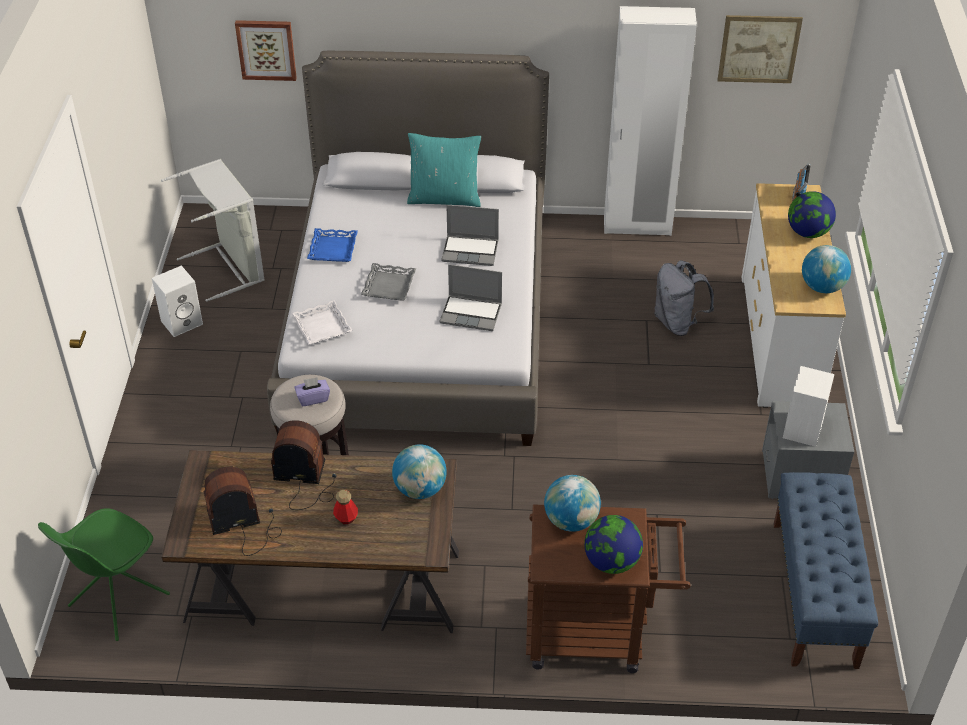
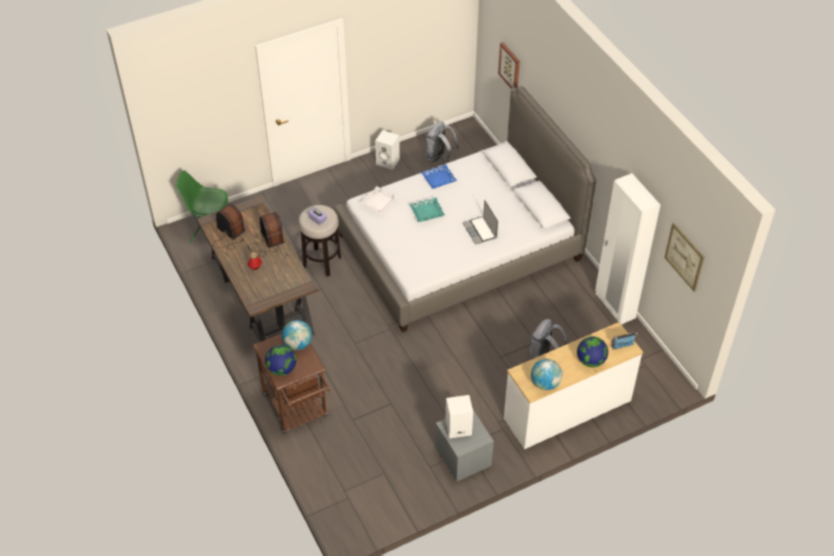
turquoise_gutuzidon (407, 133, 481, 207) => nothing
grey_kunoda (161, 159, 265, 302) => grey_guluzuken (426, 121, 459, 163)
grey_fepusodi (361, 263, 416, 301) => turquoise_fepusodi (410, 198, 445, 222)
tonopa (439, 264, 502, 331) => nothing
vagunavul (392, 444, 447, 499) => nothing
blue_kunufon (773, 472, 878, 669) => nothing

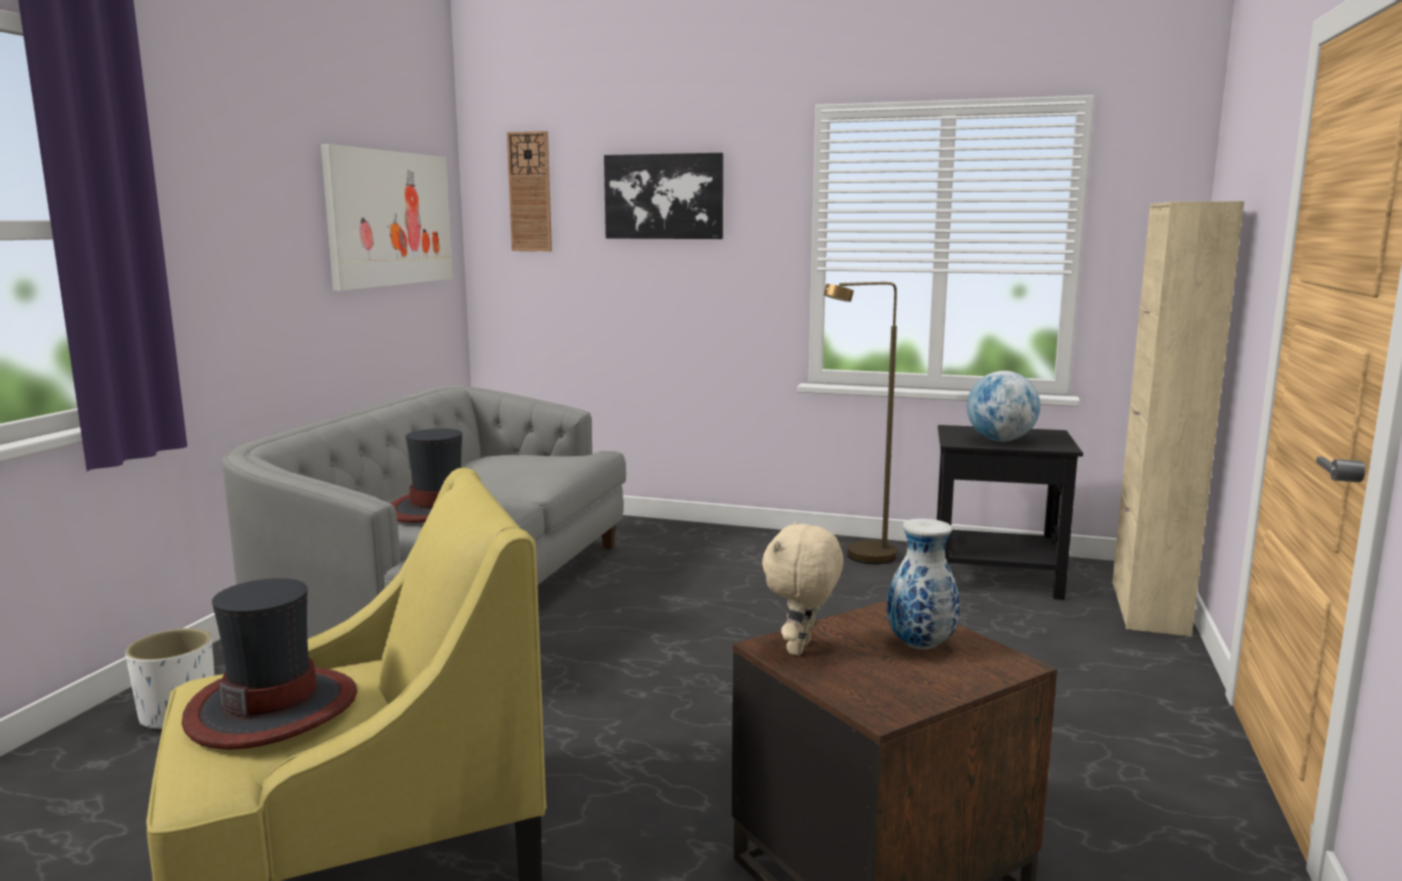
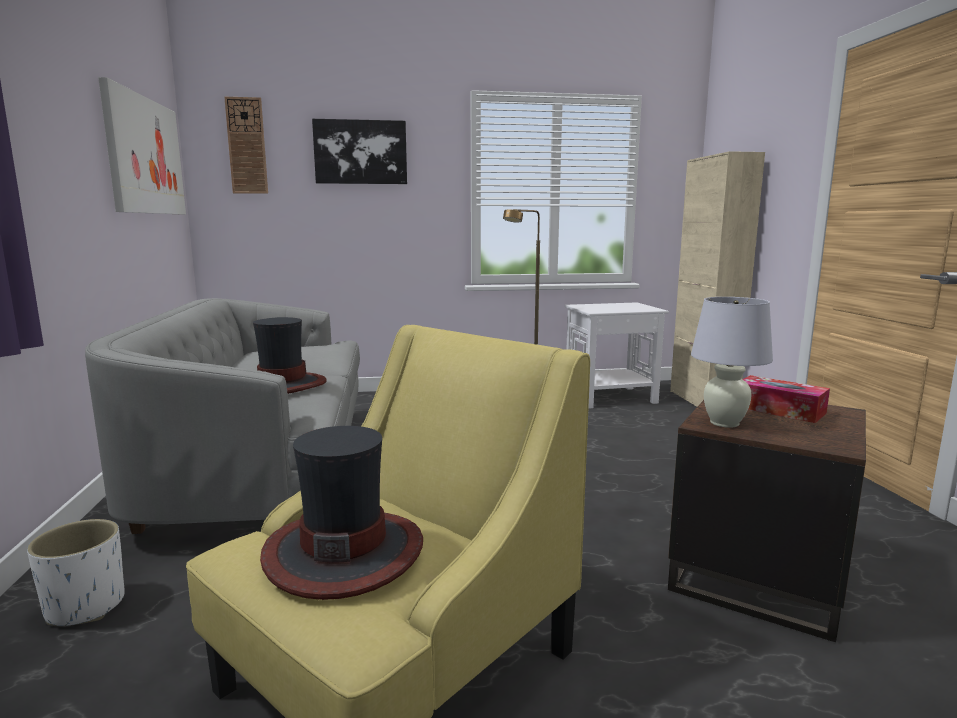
vagunavul (967, 371, 1040, 441) => nothing
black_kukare (937, 425, 1083, 600) => white_kukare (565, 302, 669, 409)
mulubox (887, 518, 960, 649) => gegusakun (743, 375, 830, 423)
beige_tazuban (762, 521, 844, 656) => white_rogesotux (691, 297, 773, 428)

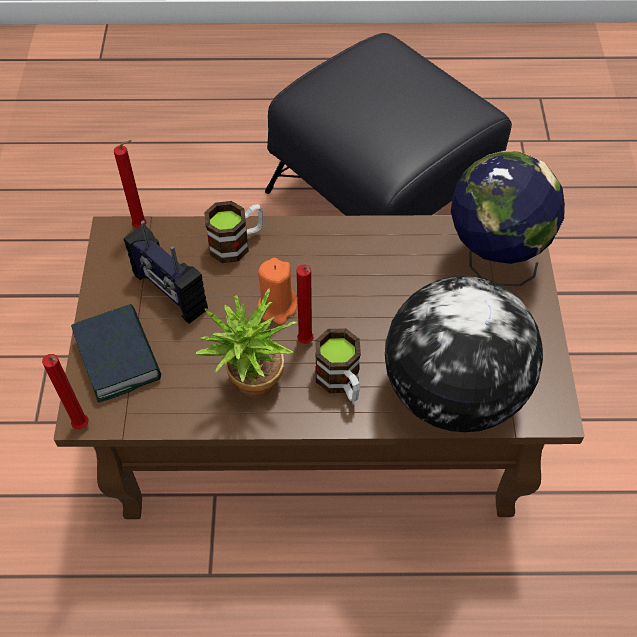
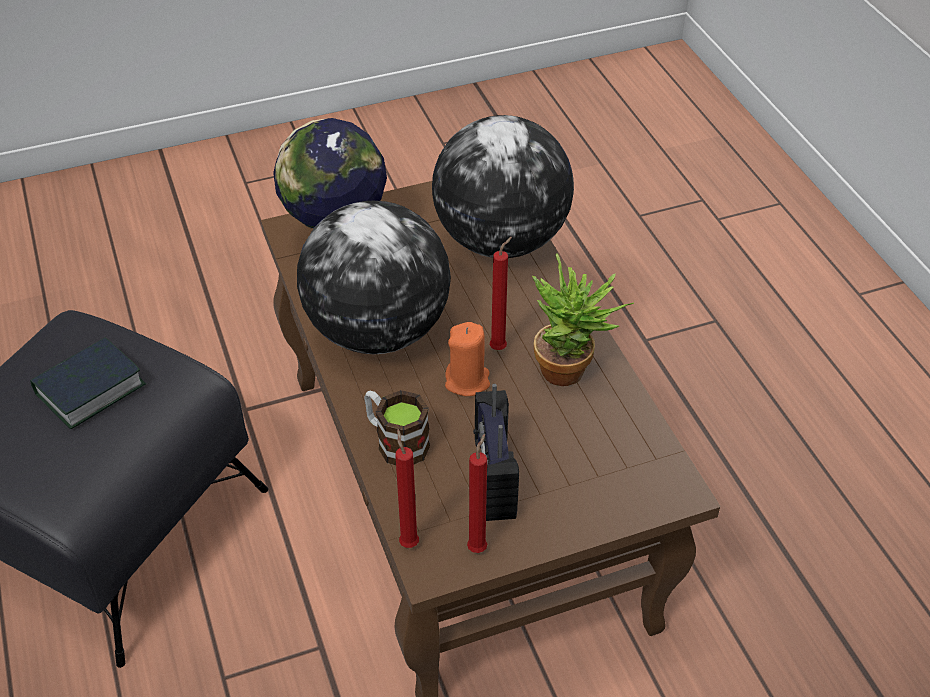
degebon (124, 221, 208, 324) => degebon (473, 384, 519, 521), 150 degrees clockwise
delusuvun (71, 304, 161, 403) => delusuvun (30, 337, 146, 429), move
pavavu (315, 328, 361, 402) => nothing
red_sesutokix (42, 354, 89, 429) => red_sesutokix (467, 434, 487, 553), move
nothing => vagunavul (297, 201, 451, 354)

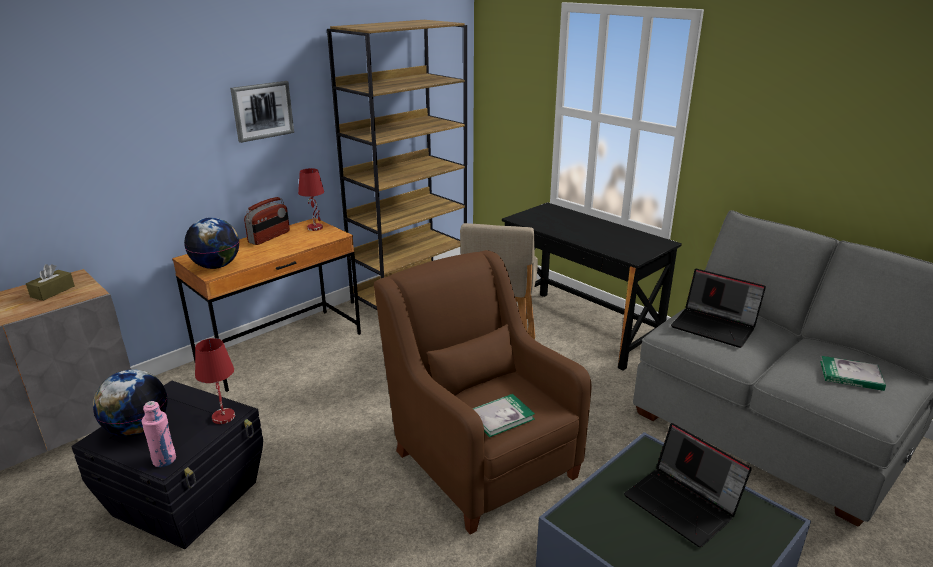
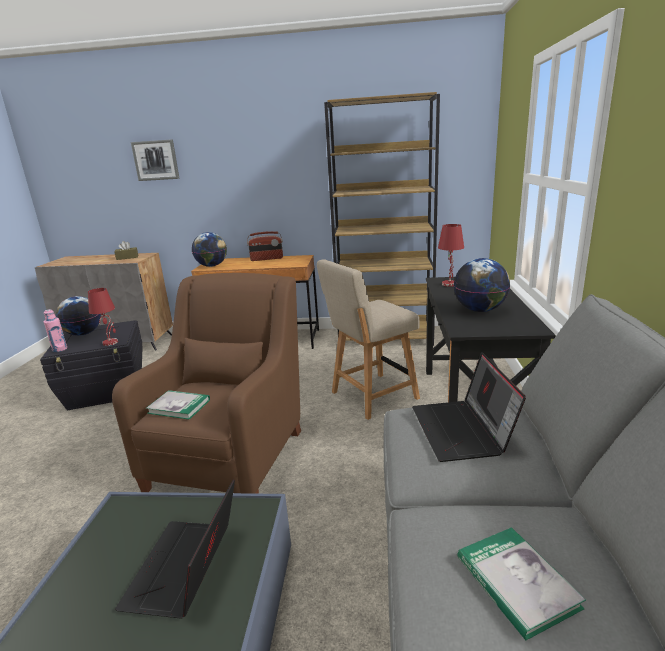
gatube (230, 81, 294, 143) => gatube (131, 139, 180, 181), move
red_rogesotux (298, 168, 324, 231) => red_rogesotux (438, 224, 464, 287), move
nothing => vagunavul (453, 258, 510, 312)

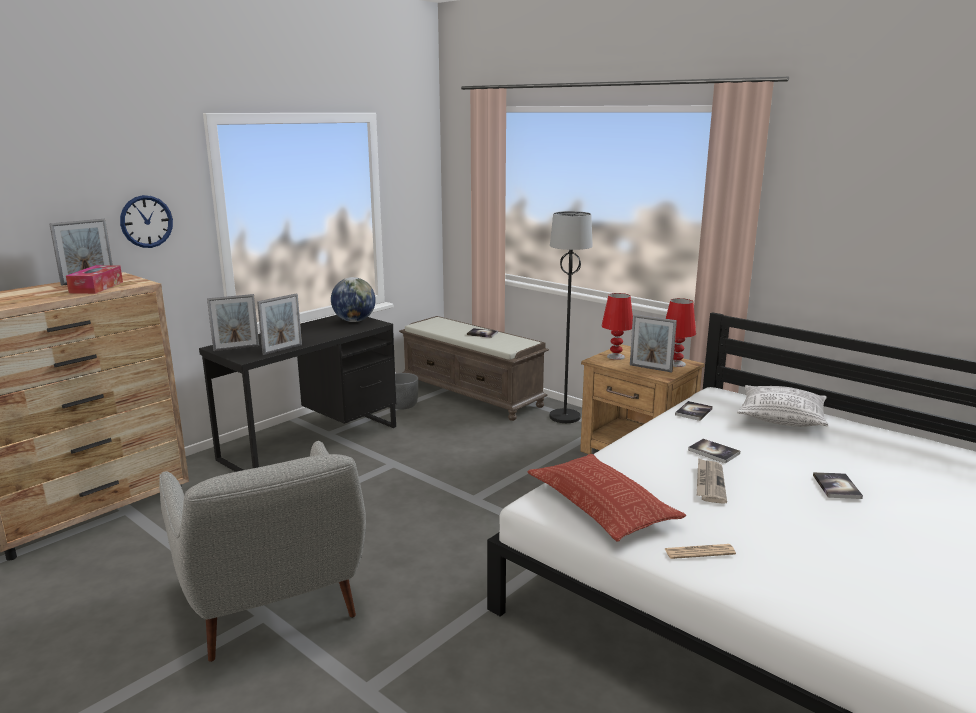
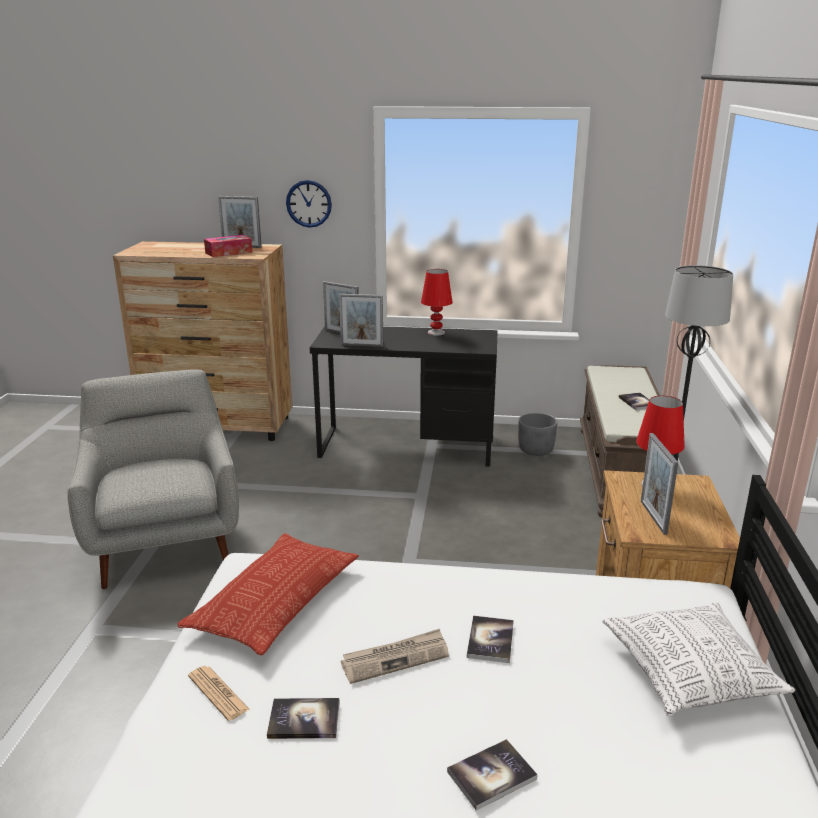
vagunavul (331, 277, 376, 322) => nothing
red_rogesotux (666, 298, 696, 367) => red_rogesotux (421, 269, 453, 336), move
delusuvun (675, 401, 713, 421) => delusuvun (267, 698, 340, 739), move
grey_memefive (159, 441, 366, 662) => grey_memefive (68, 370, 239, 589), 135 degrees clockwise

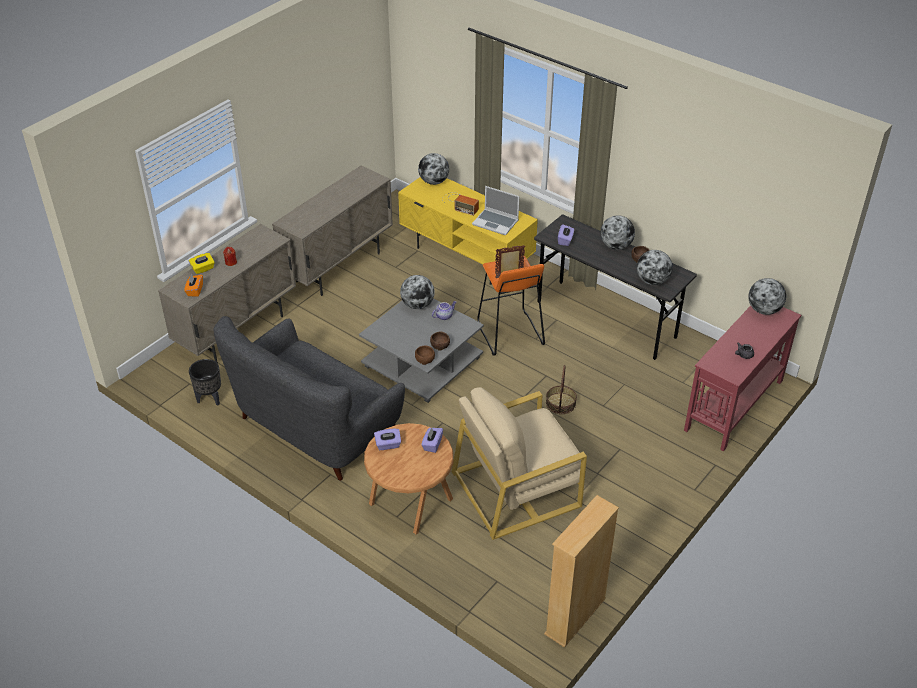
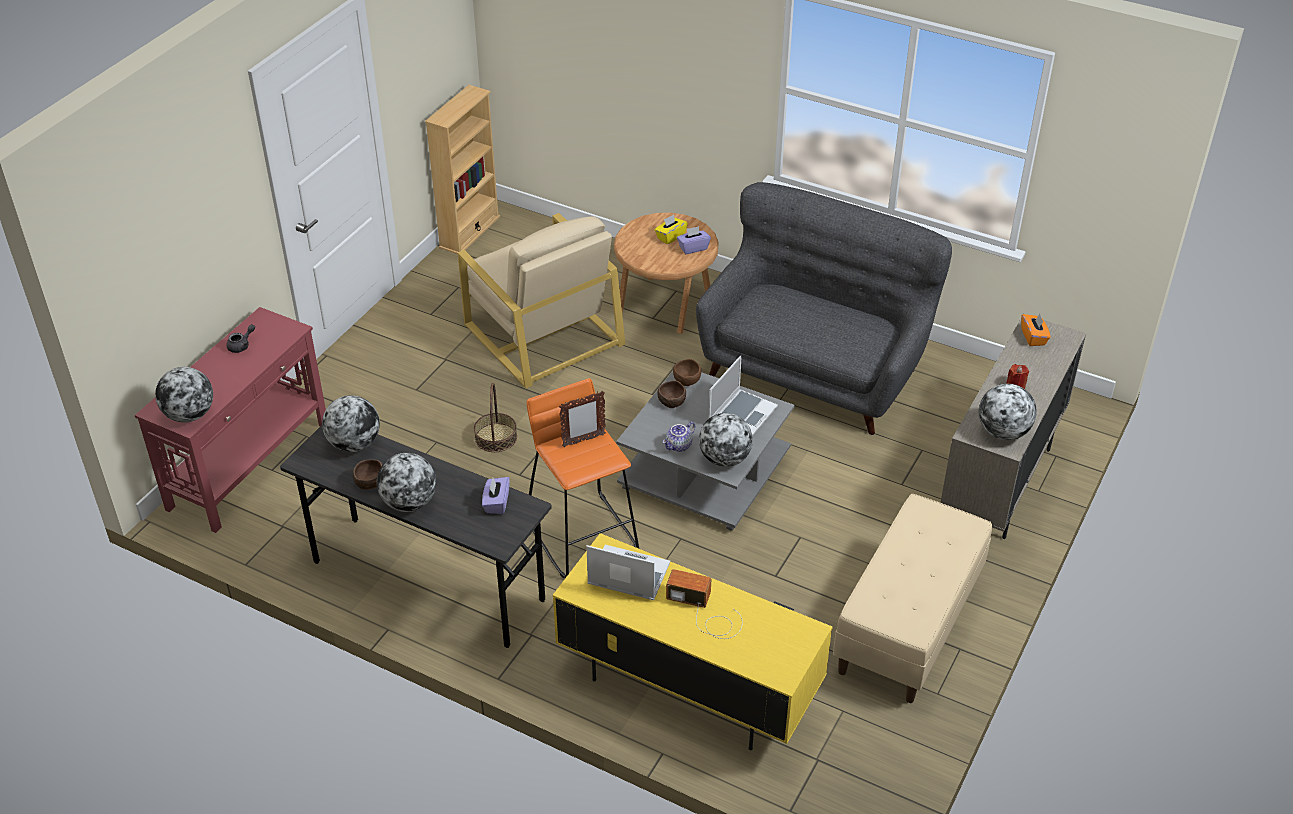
vagunavul (418, 153, 449, 185) => vagunavul (979, 384, 1037, 440), move
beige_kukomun (272, 165, 393, 296) => beige_kunufon (833, 494, 992, 703)
yellow_gegusakun (189, 253, 215, 274) => yellow_gegusakun (654, 215, 688, 244), move
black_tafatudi (189, 359, 221, 406) => nothing
beige_memefive (451, 387, 587, 540) => beige_memefive (458, 213, 626, 388), 90 degrees clockwise
purple_gegusakun (421, 427, 443, 453) => nothing
nothing => tonopa (708, 355, 778, 436)

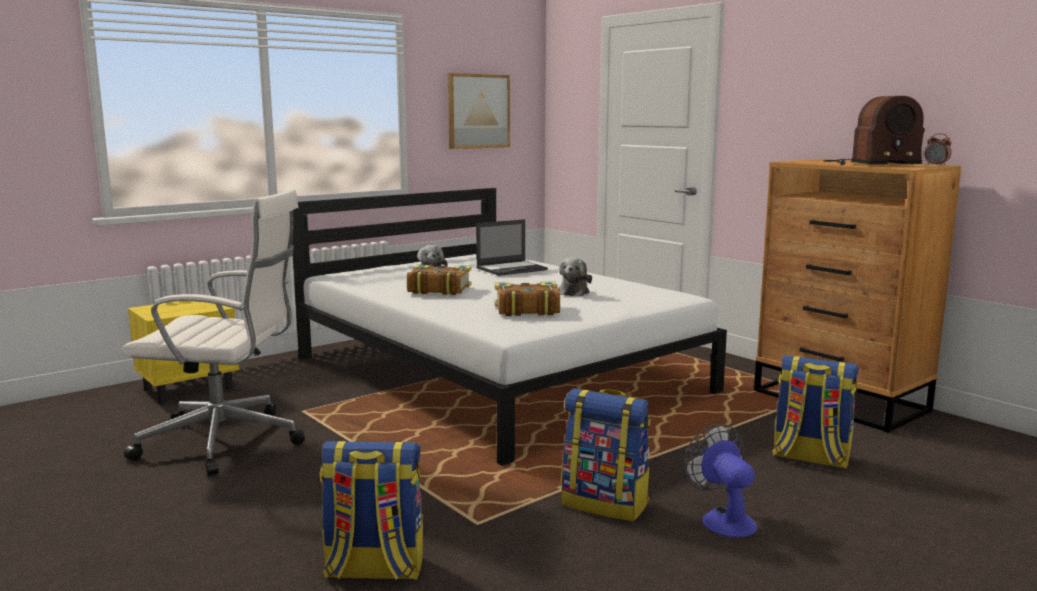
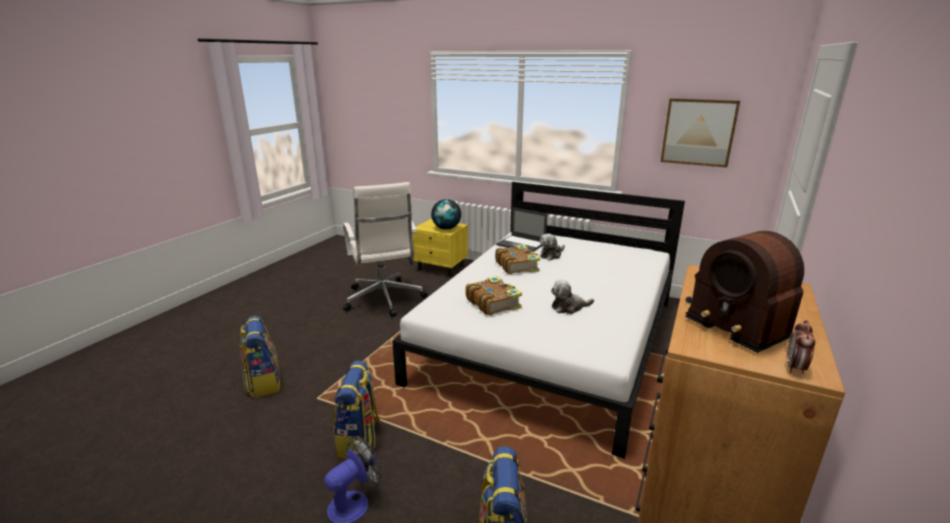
tonopa (476, 219, 548, 276) => tonopa (496, 207, 548, 252), move
nothing => vagunavul (431, 199, 461, 230)

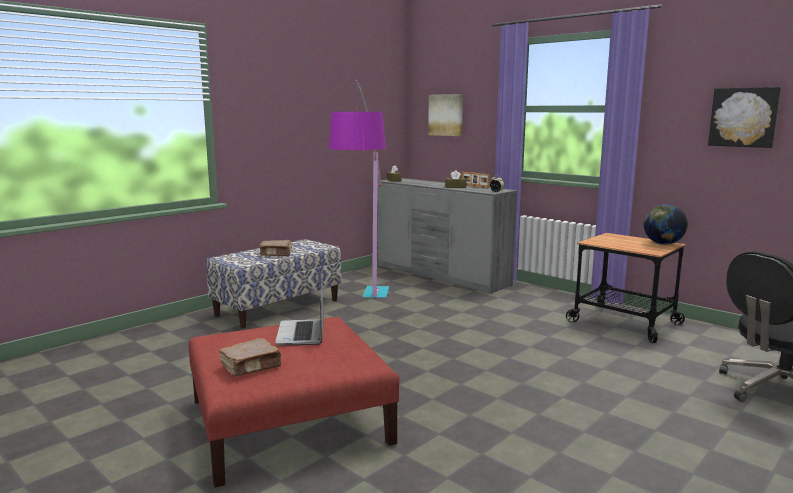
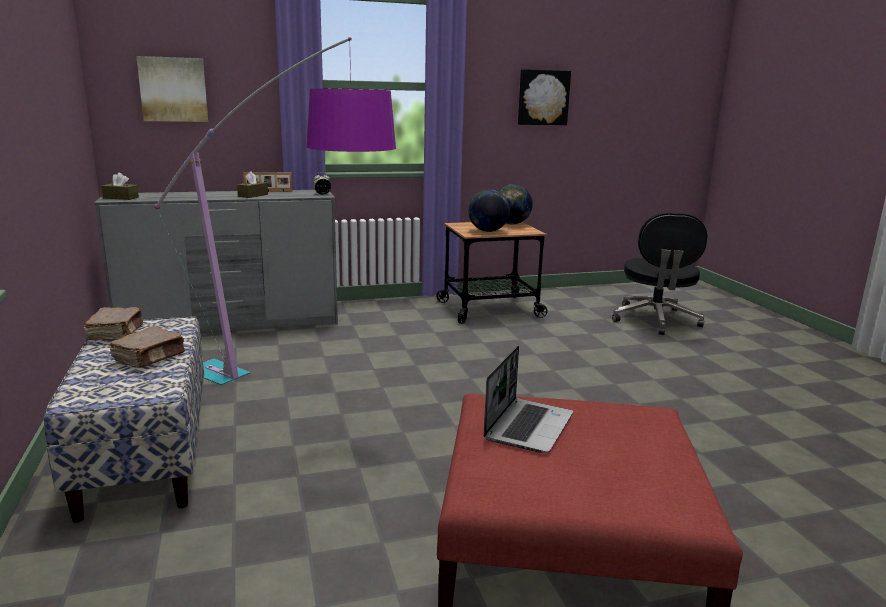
tonopa (275, 281, 324, 346) => tonopa (483, 346, 573, 453), 90 degrees counterclockwise
brown_delusuvun (219, 338, 281, 376) => brown_delusuvun (84, 307, 143, 340), move
nothing => vagunavul (468, 190, 510, 232)

